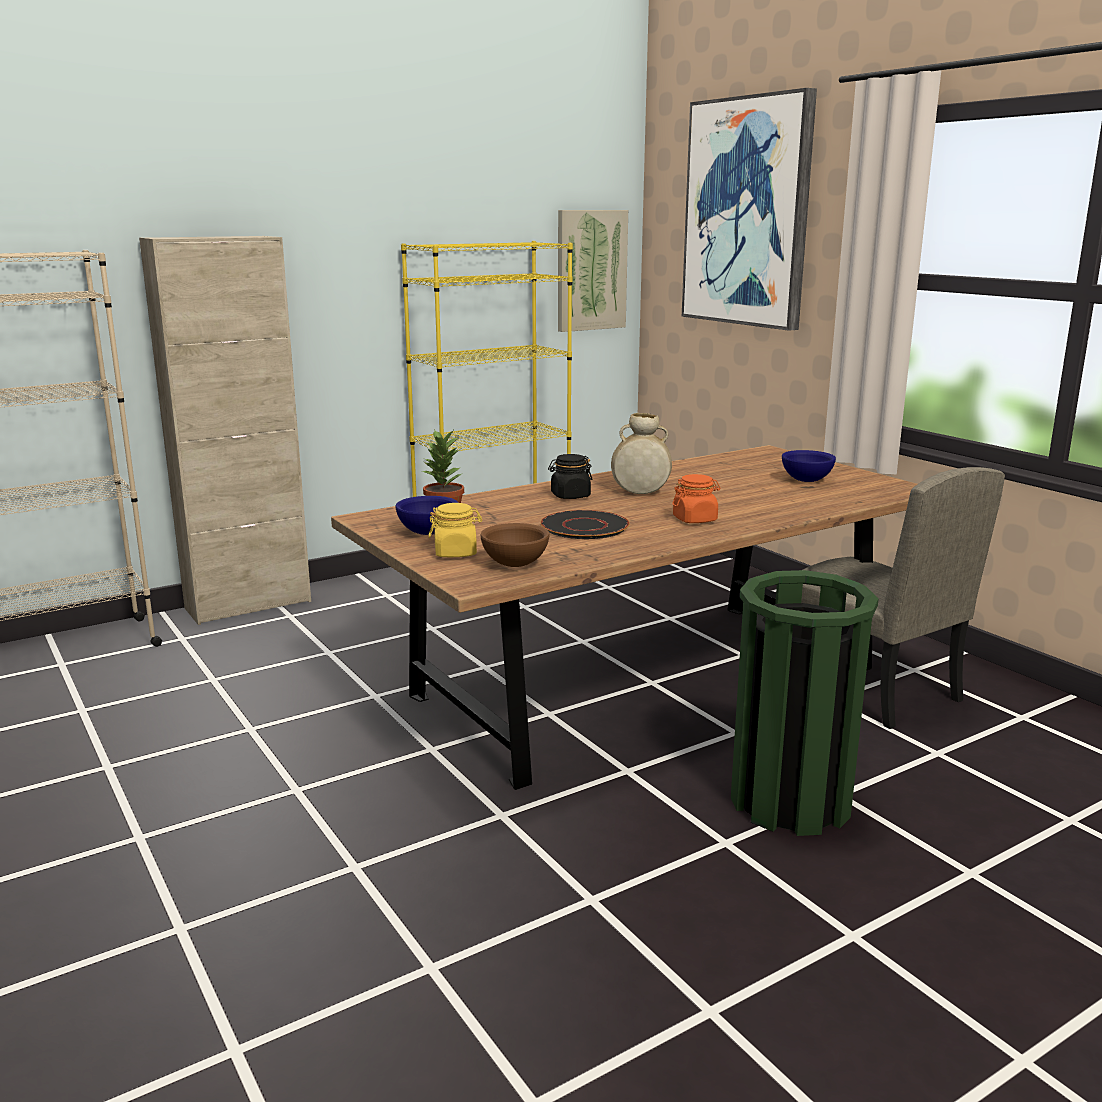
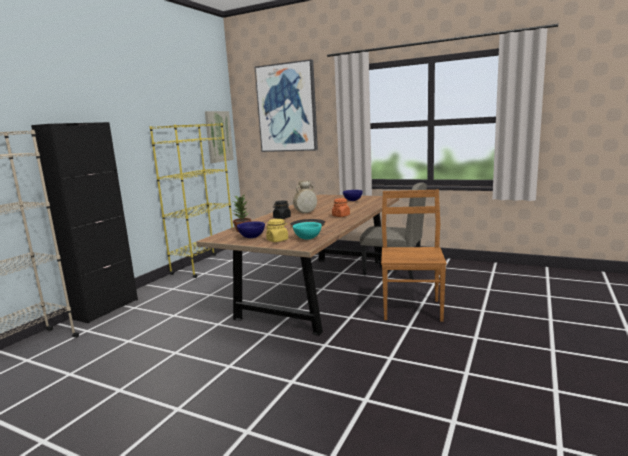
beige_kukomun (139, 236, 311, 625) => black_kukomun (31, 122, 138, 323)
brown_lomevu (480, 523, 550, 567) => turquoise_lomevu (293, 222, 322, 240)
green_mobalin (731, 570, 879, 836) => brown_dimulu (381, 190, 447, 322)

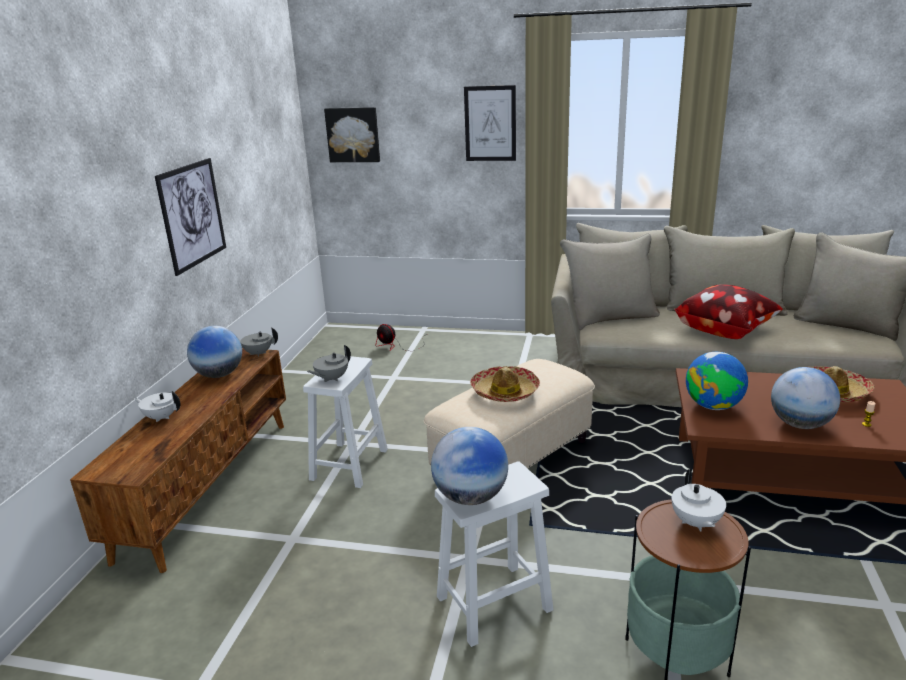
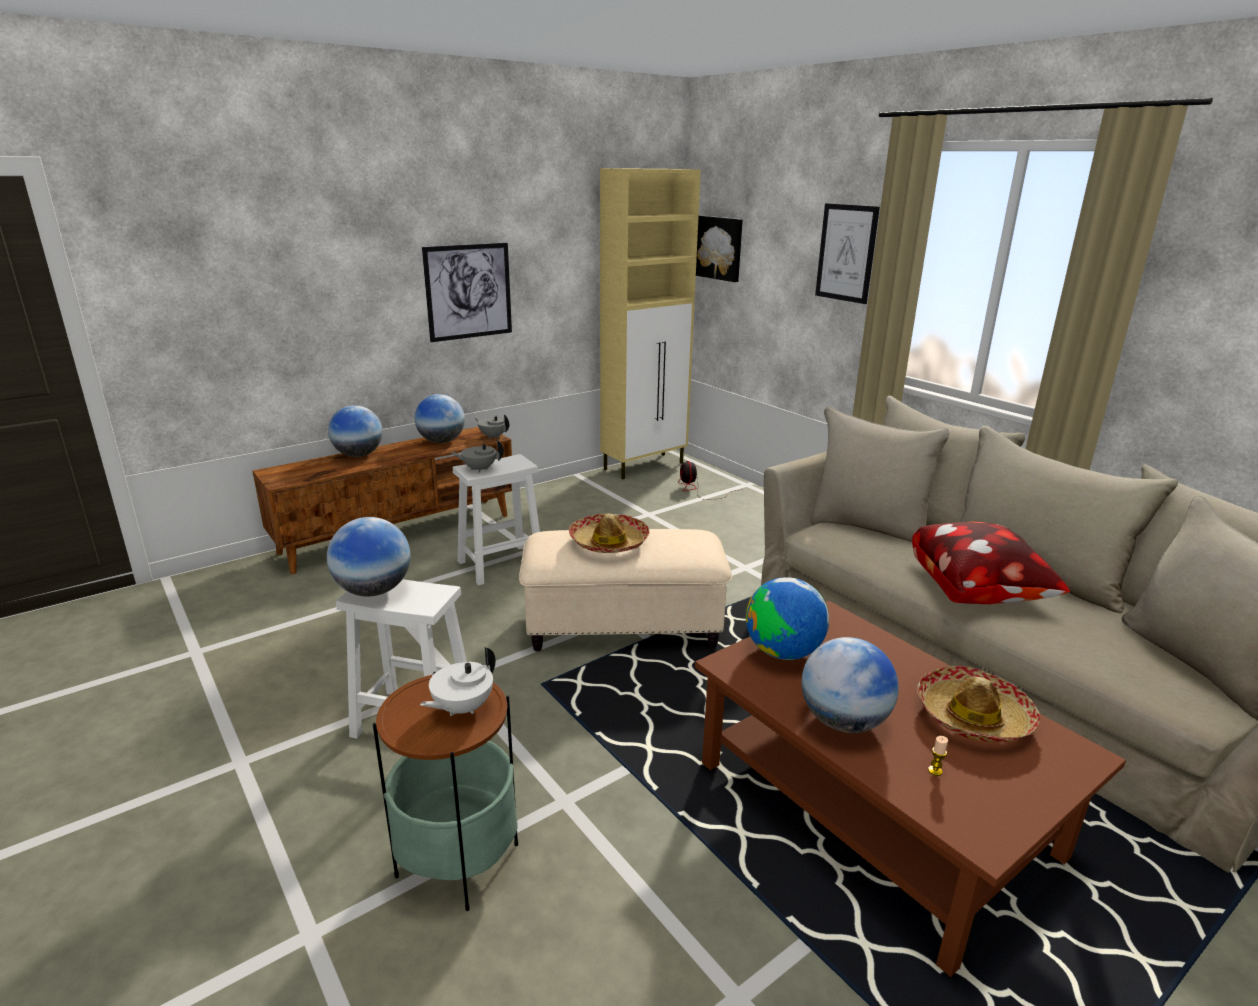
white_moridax (134, 391, 181, 422) => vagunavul (328, 405, 383, 457)
nothing => beige_kukomun (600, 168, 701, 479)

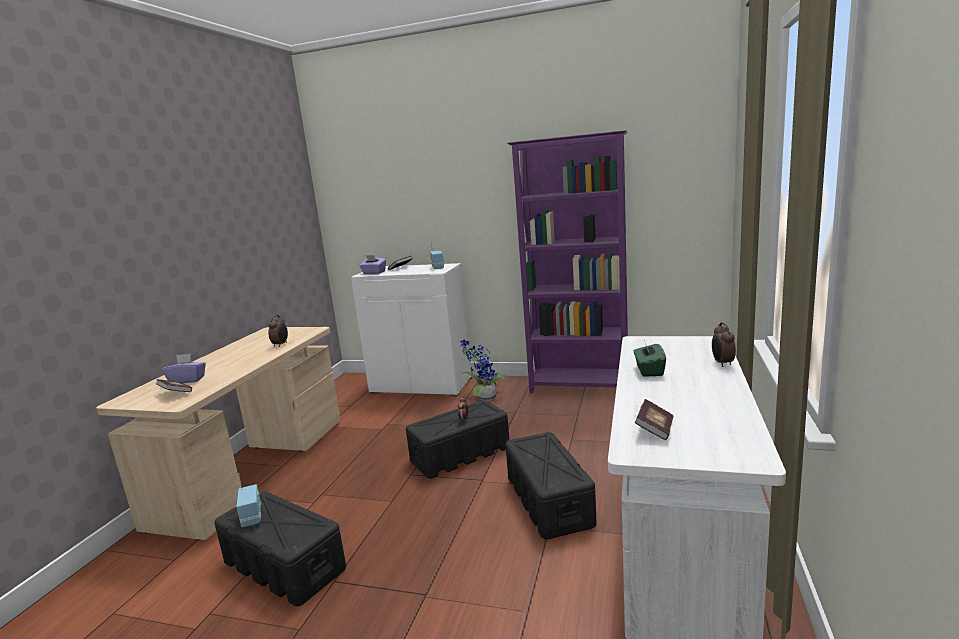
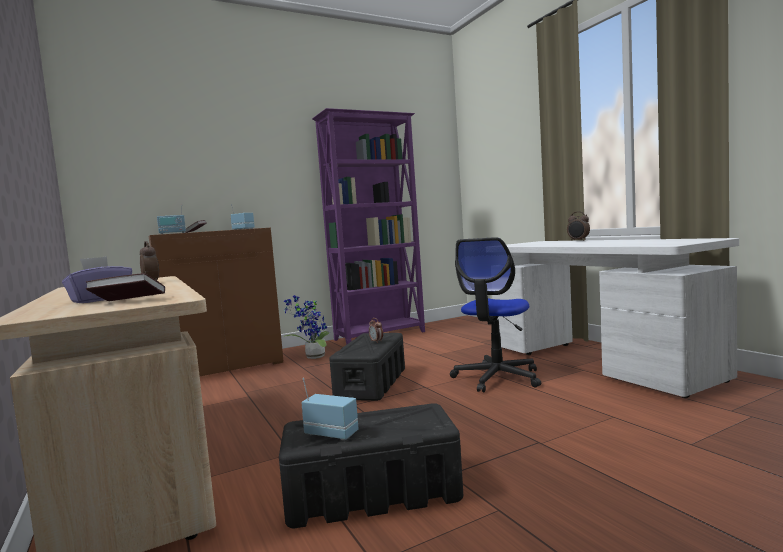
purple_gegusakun (359, 255, 386, 274) => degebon (157, 204, 186, 234)
white_kukomun (351, 263, 472, 396) => brown_kukomun (149, 228, 283, 376)
green_gegusakun (634, 340, 666, 377) => nothing
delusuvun (635, 399, 673, 440) => nothing
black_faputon (505, 432, 597, 539) => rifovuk (450, 237, 541, 392)

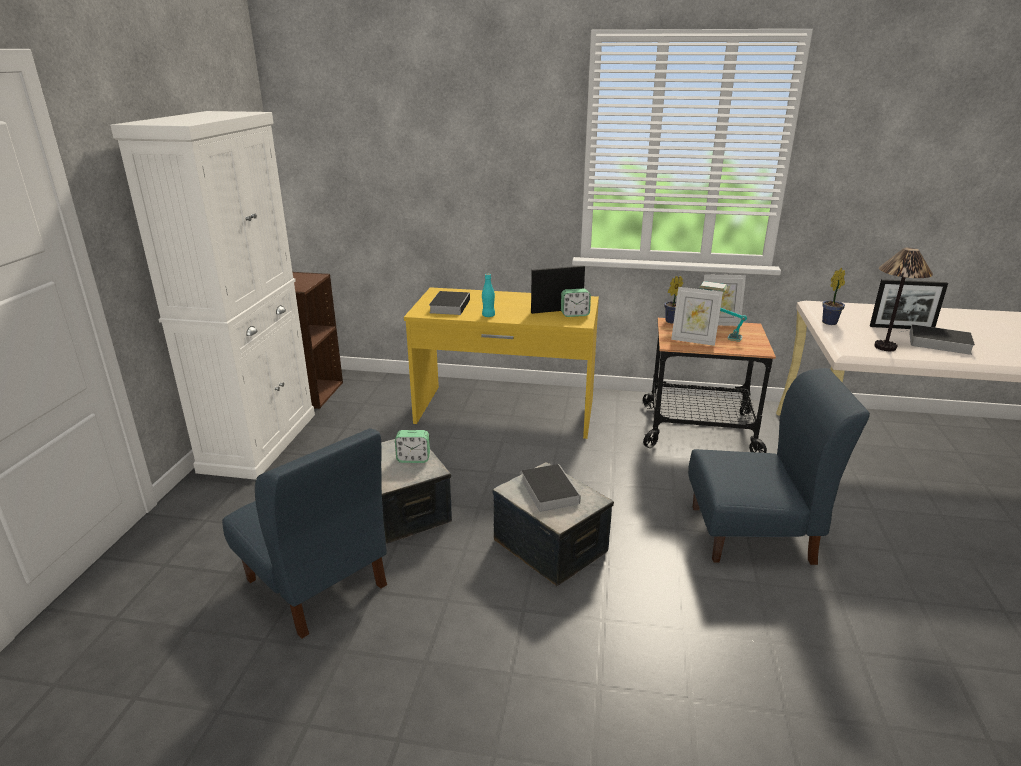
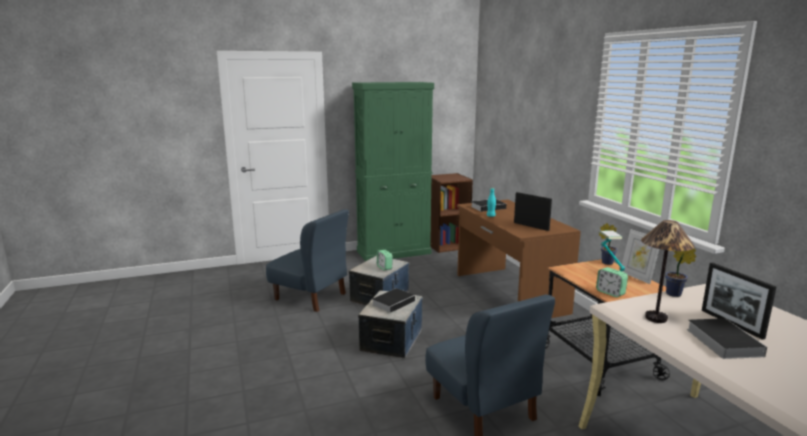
white_kukomun (110, 111, 315, 480) => green_kukomun (352, 82, 434, 261)
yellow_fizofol (404, 287, 599, 439) => brown_fizofol (457, 199, 581, 318)
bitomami (671, 287, 723, 346) => nothing
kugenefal (561, 289, 591, 317) => kugenefal (596, 267, 628, 297), move
blue_dimulu (222, 428, 387, 638) => blue_dimulu (266, 209, 349, 312), 75 degrees counterclockwise

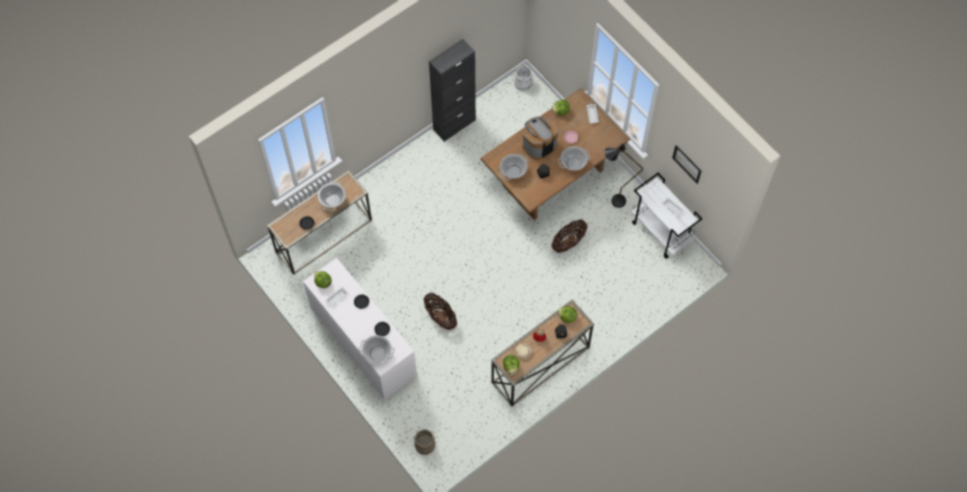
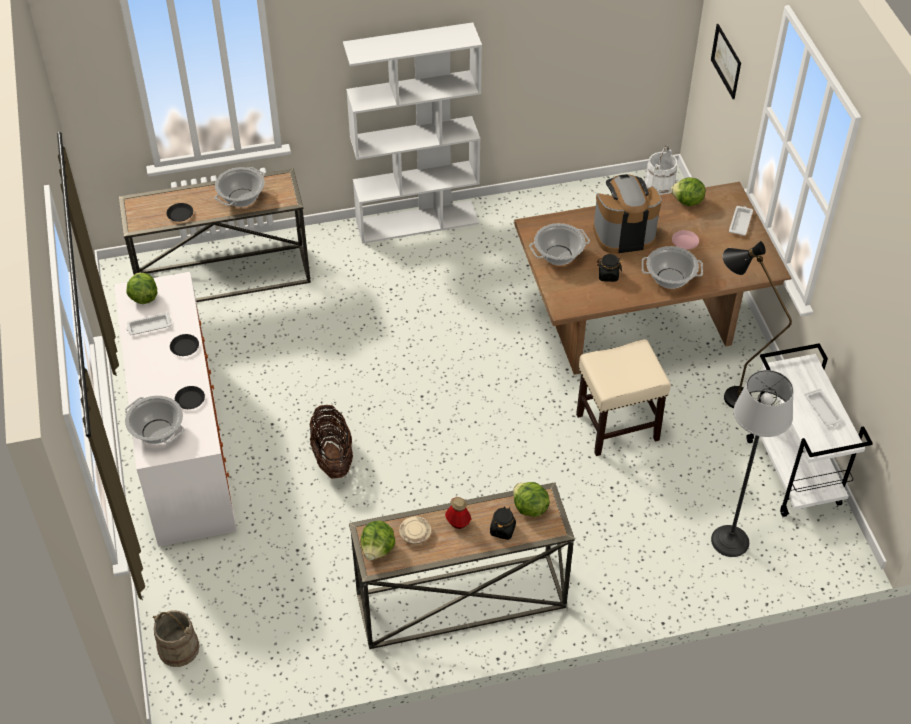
black_kukomun (429, 39, 476, 142) => nothing
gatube (672, 145, 701, 184) => gatube (711, 24, 741, 99), move
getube (552, 219, 588, 253) => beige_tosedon (576, 339, 671, 456)
nothing => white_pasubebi (343, 22, 482, 244)
nothing => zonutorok (711, 370, 793, 557)

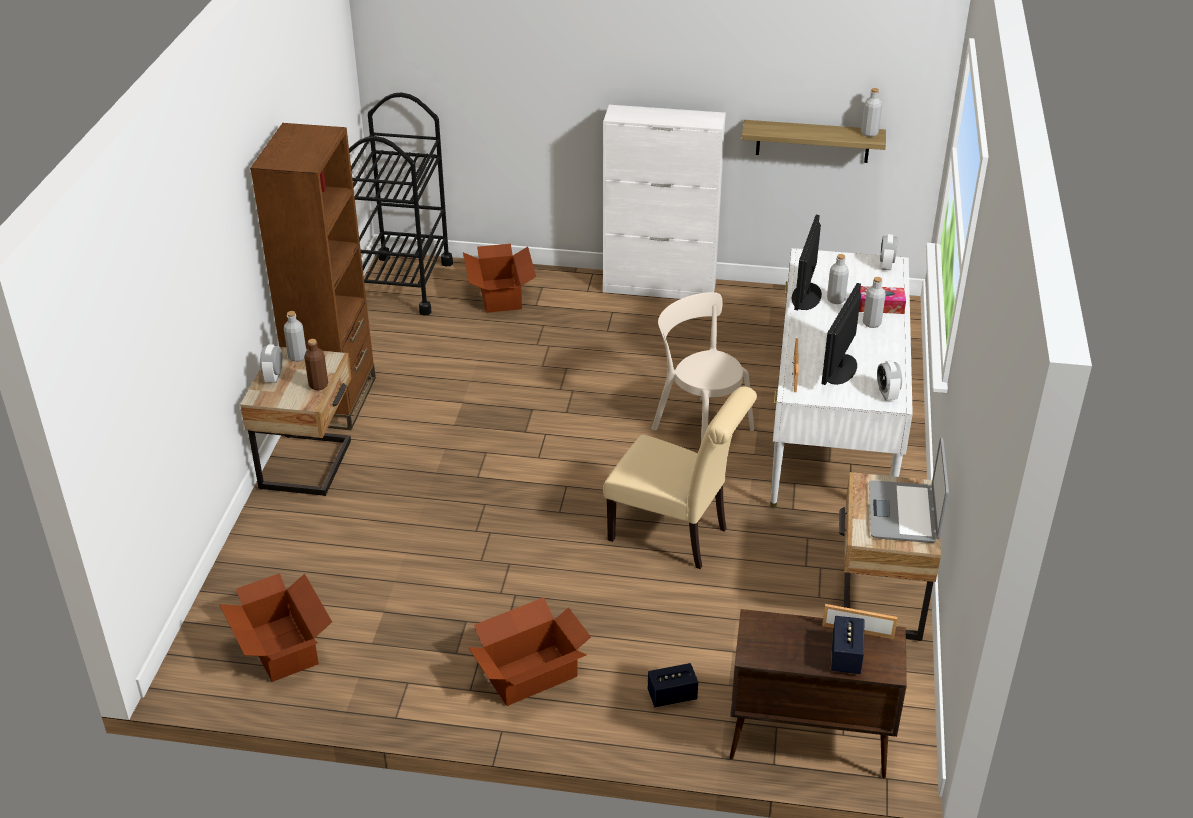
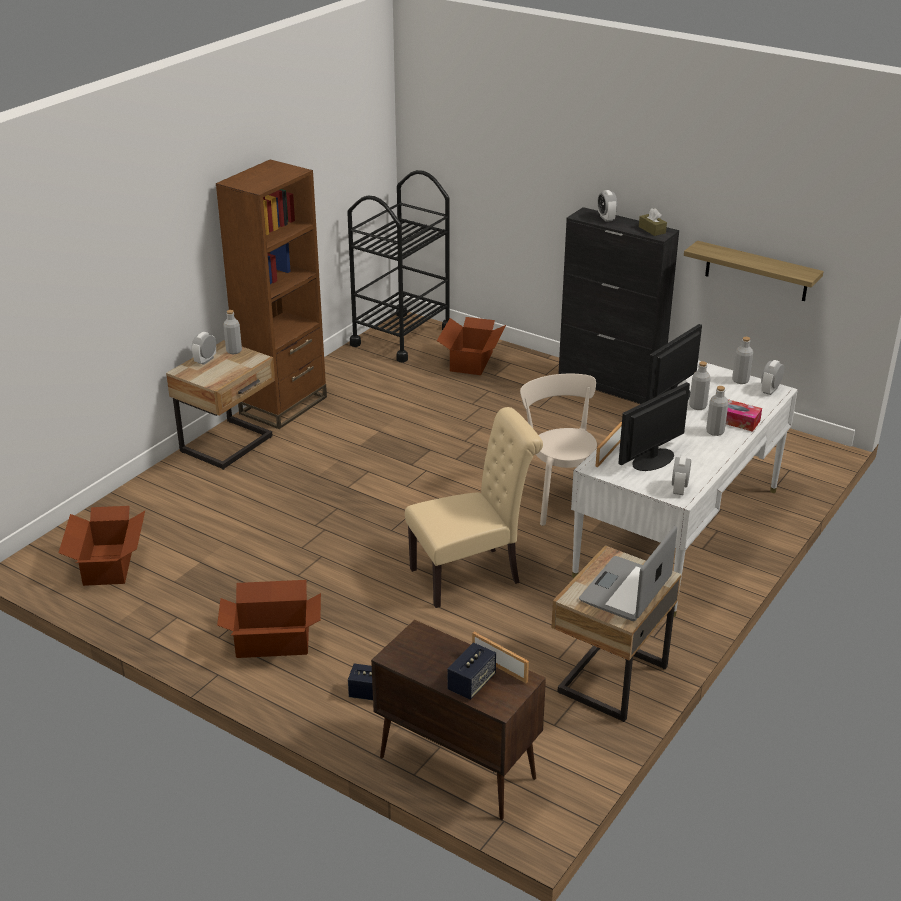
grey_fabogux (861, 88, 882, 137) => grey_fabogux (732, 337, 753, 384), move
white_kukomun (603, 105, 726, 299) => black_kukomun (559, 207, 679, 404)
brown_fabogux (304, 339, 328, 390) => nothing
beige_dimulu (603, 387, 757, 569) => beige_dimulu (405, 407, 543, 608), 75 degrees counterclockwise
nothing => kugenefal (598, 190, 617, 222)
nothing => brown_gegusakun (639, 208, 667, 236)

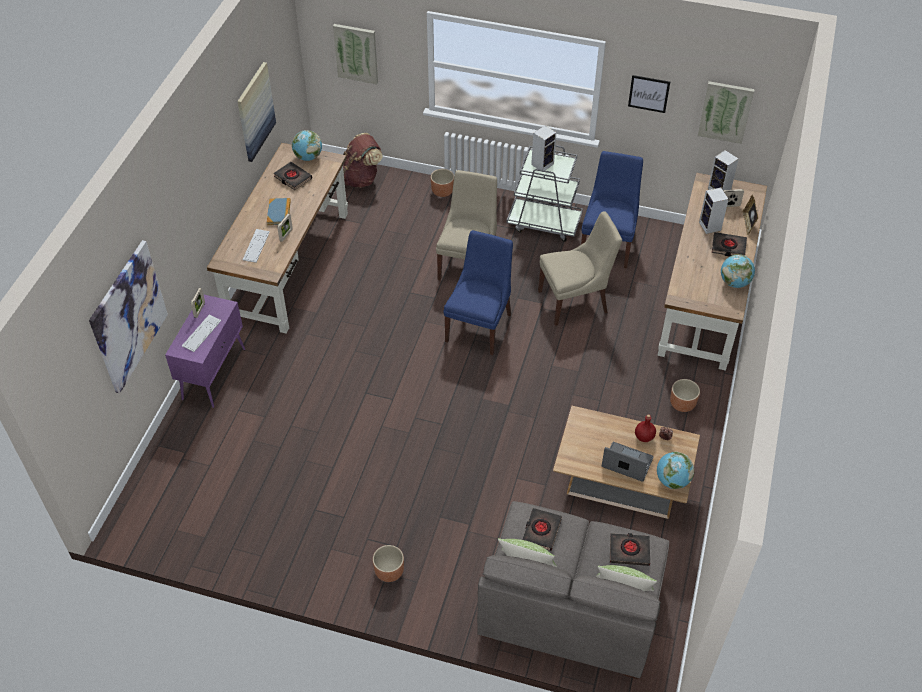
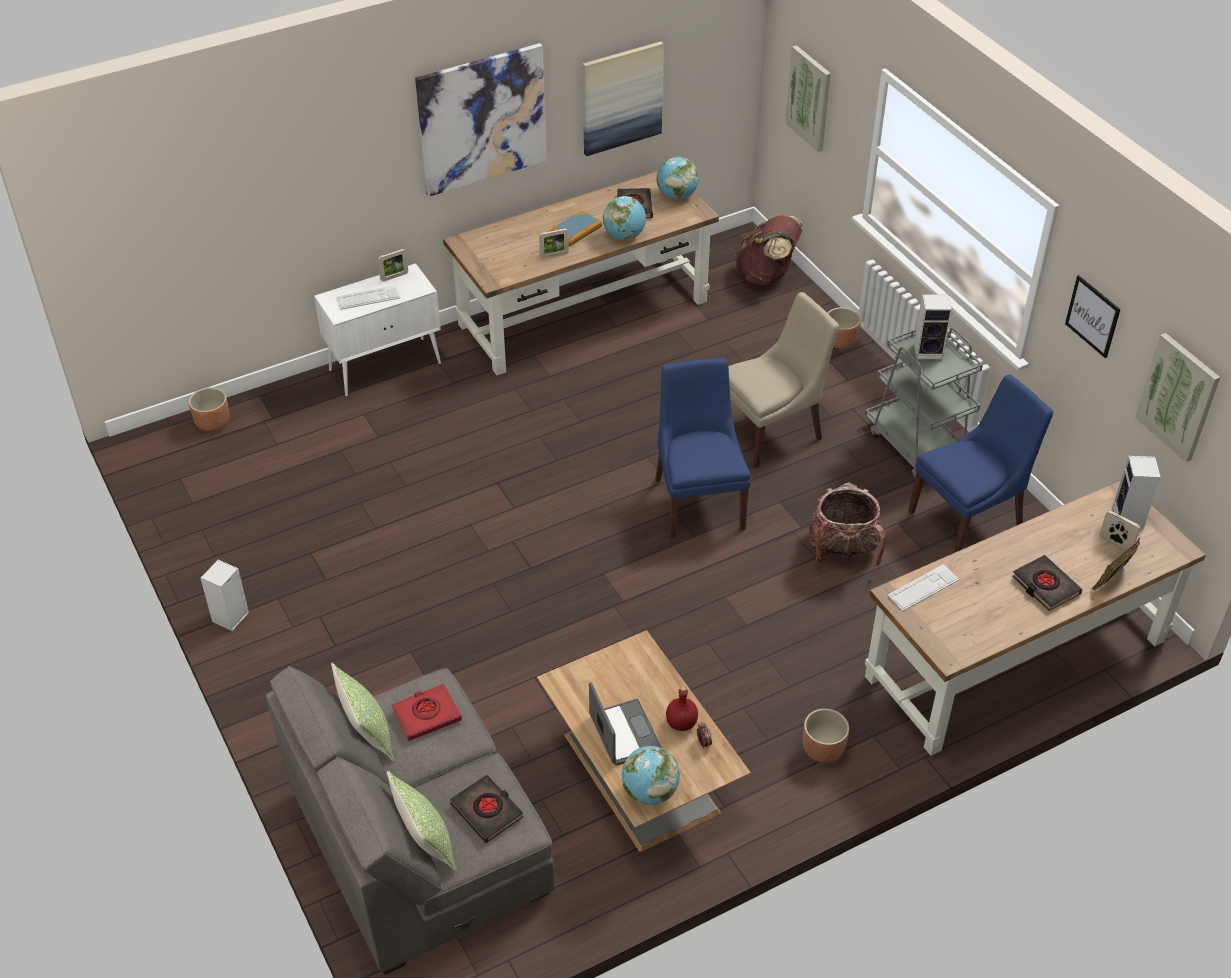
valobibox (699, 188, 729, 234) => valobibox (200, 560, 249, 631), move
beige_dimulu (538, 211, 622, 326) => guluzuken (809, 482, 886, 566)
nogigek (243, 229, 270, 263) => nogigek (887, 564, 959, 611), move
blue_dimulu (444, 230, 513, 355) => blue_dimulu (655, 358, 751, 539), 75 degrees counterclockwise
gatube (89, 240, 168, 394) => gatube (415, 43, 547, 197), move
vagunavul (721, 254, 755, 288) => vagunavul (603, 196, 646, 240), move
purple_kukomun (165, 294, 245, 408) => white_kukomun (314, 263, 441, 396)
black_delusuvun (523, 508, 562, 551) => red_delusuvun (392, 684, 462, 741)
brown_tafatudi (373, 545, 404, 582) => brown_tafatudi (189, 387, 229, 431), move

